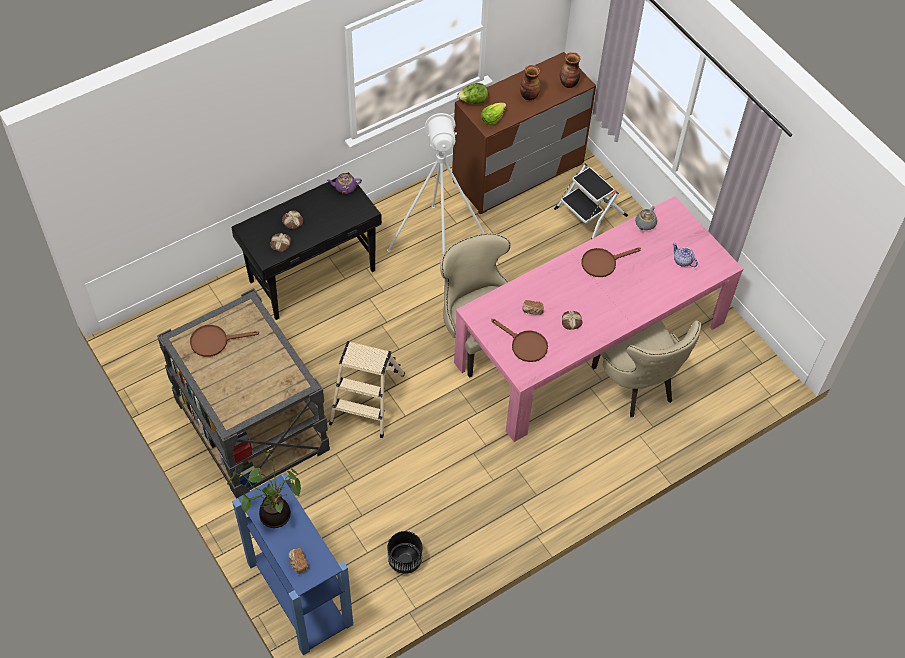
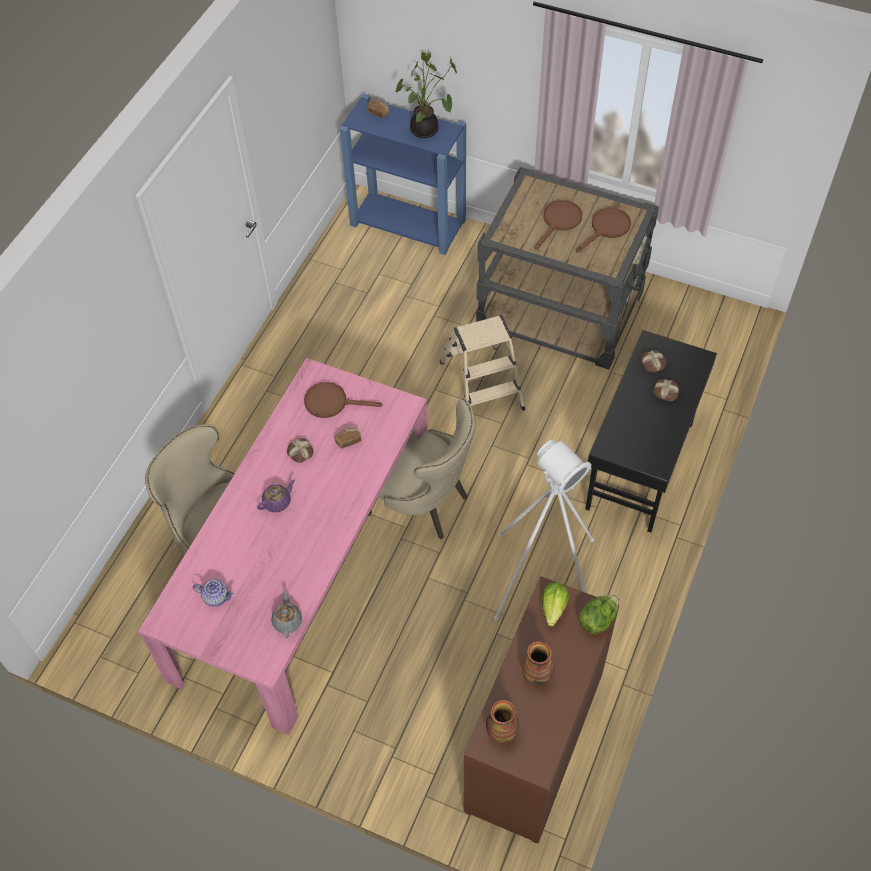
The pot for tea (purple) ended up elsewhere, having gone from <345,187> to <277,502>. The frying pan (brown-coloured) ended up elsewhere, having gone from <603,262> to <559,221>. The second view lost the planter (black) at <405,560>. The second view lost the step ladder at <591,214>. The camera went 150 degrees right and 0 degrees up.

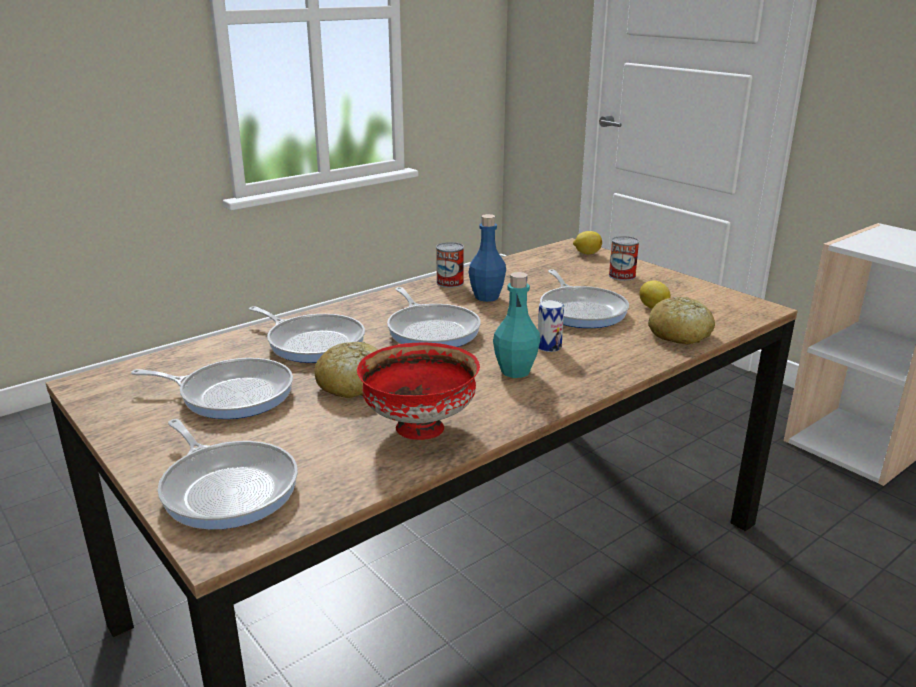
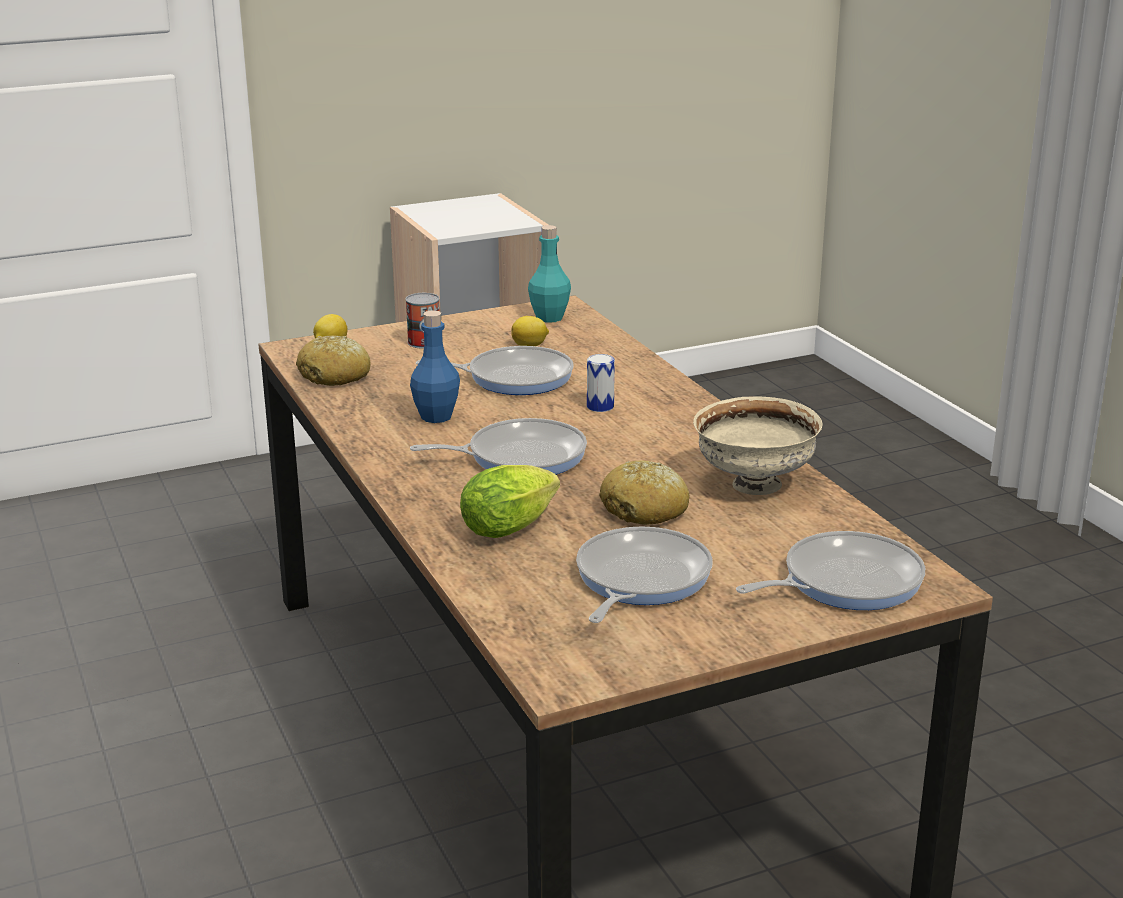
The bakery bread ended up elsewhere, having gone from <679,334> to <335,376>. Where the frying pan stood at <313,342>, the lettuce came to stand at <513,526>. The beverage bottle (turquoise-coloured) ended up elsewhere, having gone from <515,371> to <549,318>. What was the serving bowl (red) at <418,427> turned into the serving bowl (beige) at <754,486>. The second view lost the can at <450,282>. The camera went 75 degrees left and 0 degrees up.

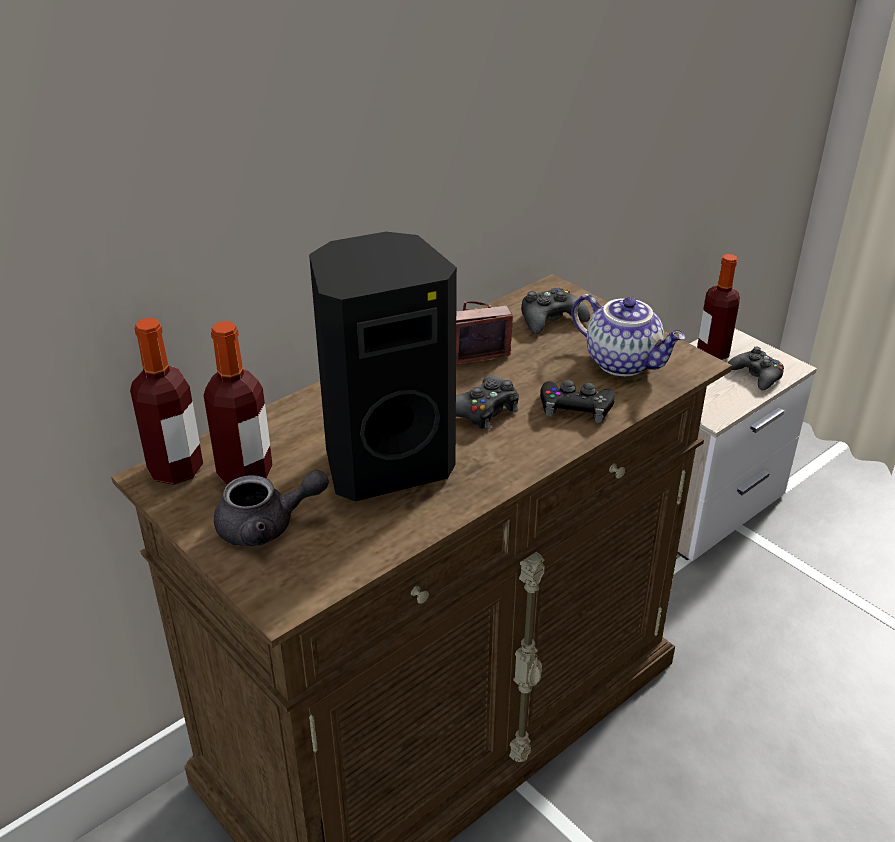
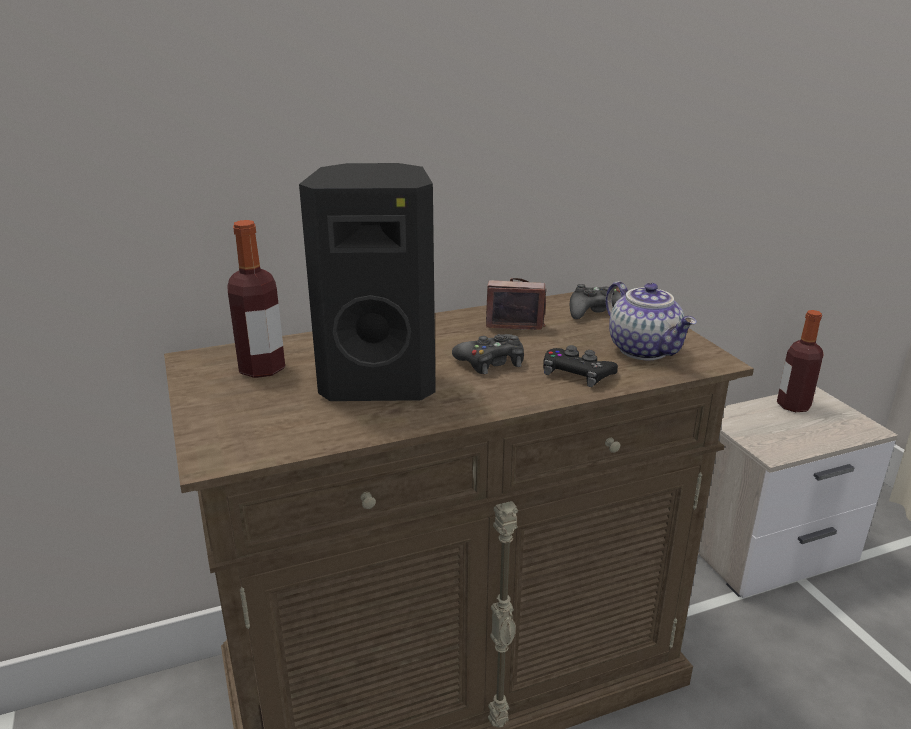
The second view lost the beverage bottle at <176,469>. The second view lost the pot for tea (greyish) at <267,526>. The second view lost the joypad (black) at <756,375>. The camera went 20 degrees right and 10 degrees down.

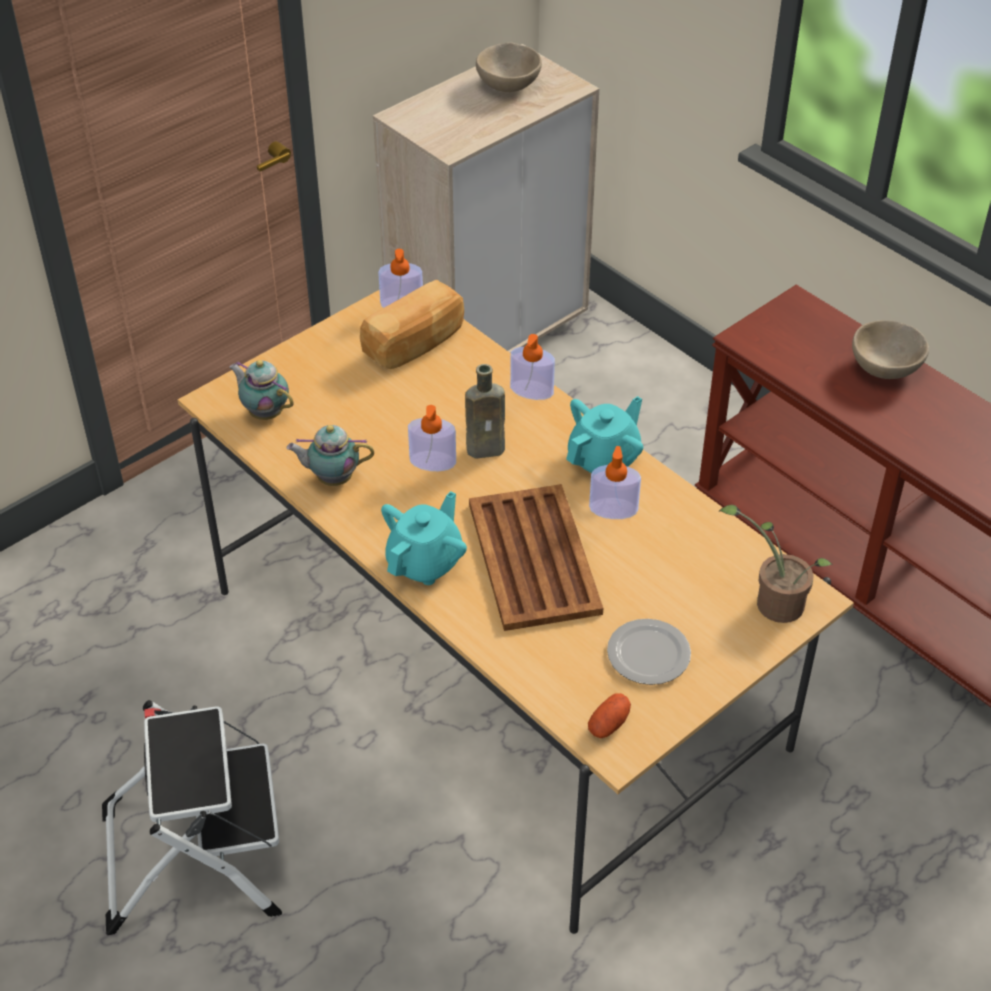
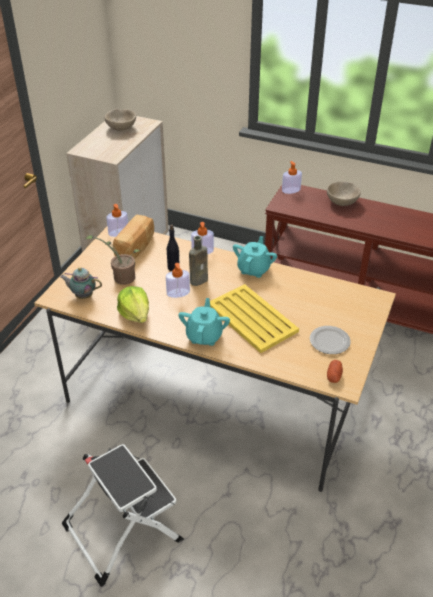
The houseplant ended up elsewhere, having gone from <773,601> to <121,277>. Where the pot for tea stood at <332,478>, the lettuce came to stand at <135,314>. The second view gained the beverage bottle (black) at <173,267>. What was the serving tray (brown-coloured) at <533,559> turned into the serving tray (yellow) at <252,319>. The soap dispenser ended up elsewhere, having gone from <613,509> to <291,190>. The camera went 25 degrees left and 5 degrees down.

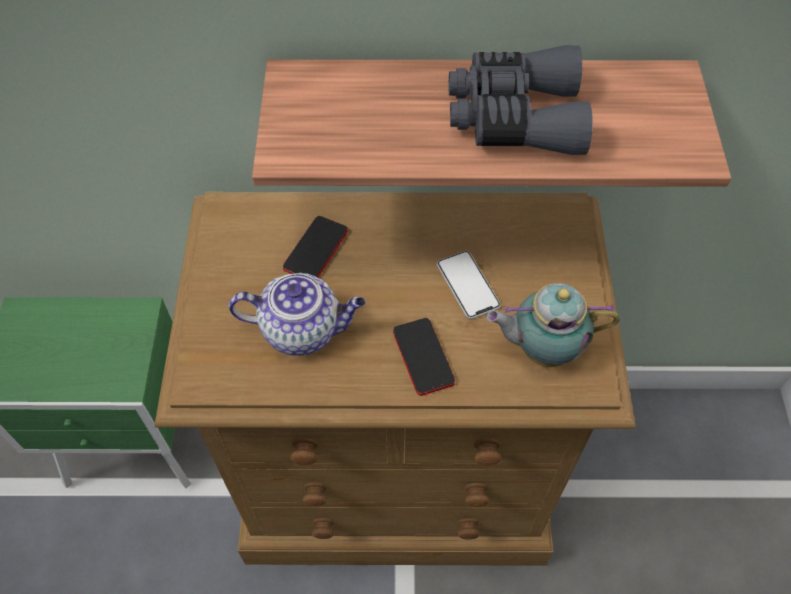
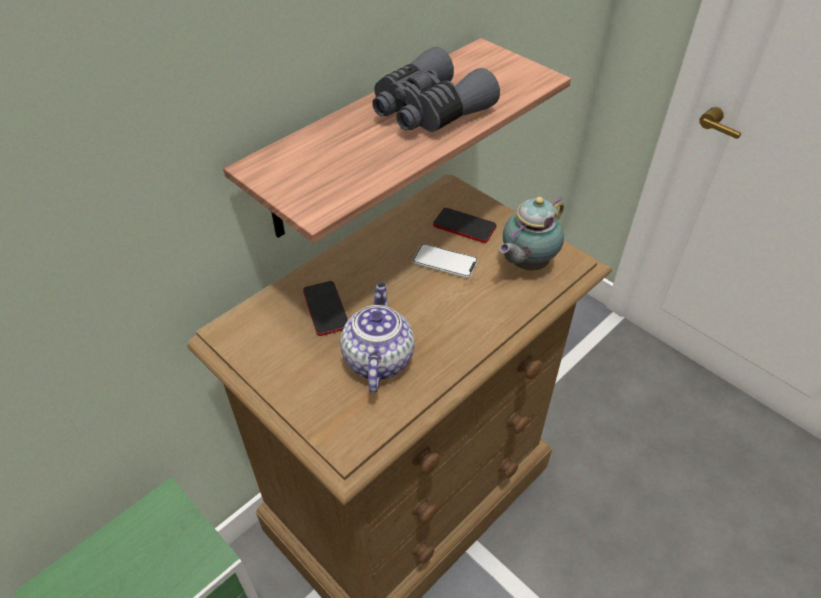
The pot for tea at <303,329> ended up facing another way, 45 degrees counterclockwise from before. The telephone ended up elsewhere, having gone from <423,357> to <464,226>. The camera went 45 degrees left and 10 degrees down.

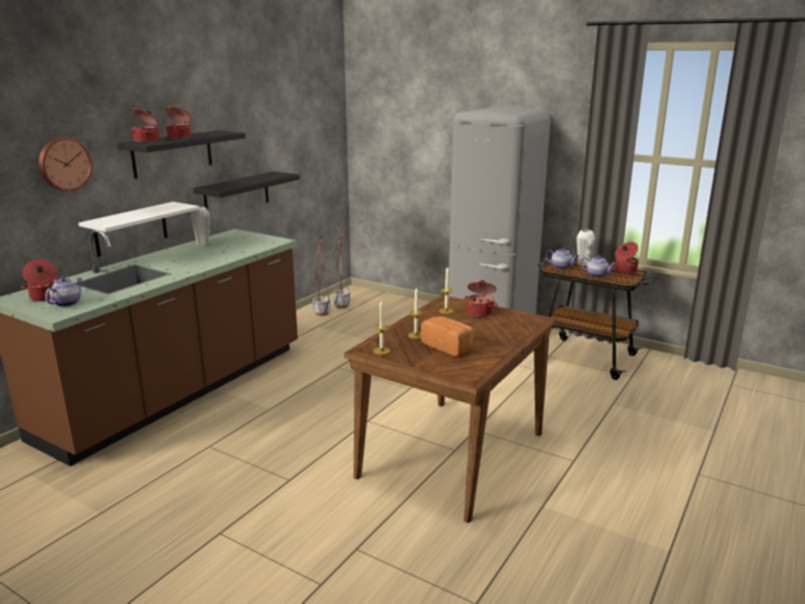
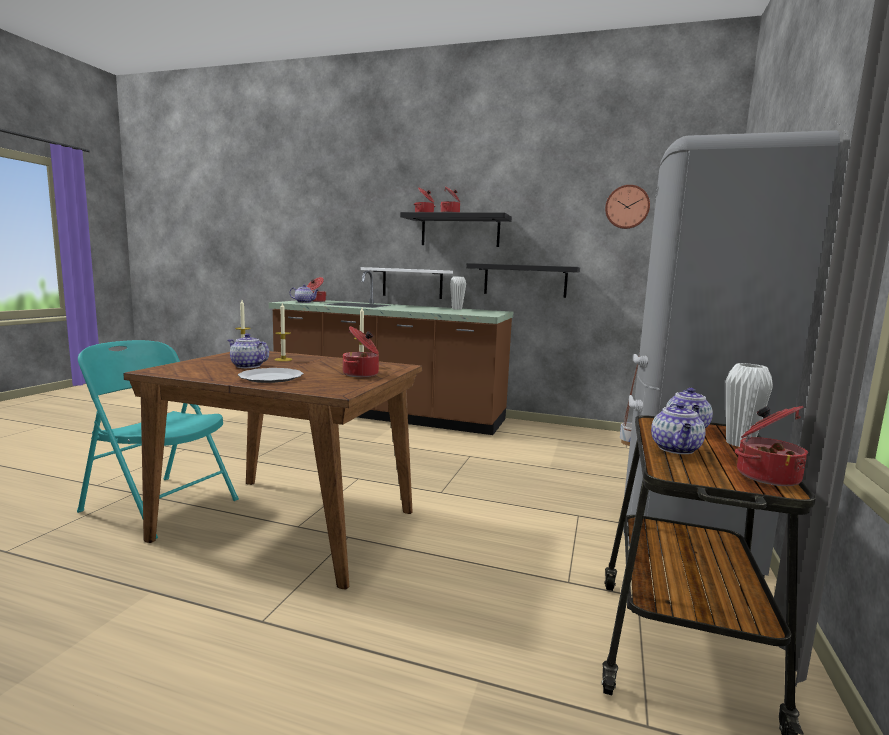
The second view gained the upright chair (turquoise-coloured) at <161,505>. Where the bakery bread stood at <448,346>, the pot for tea came to stand at <247,366>. The second view gained the plate at <270,378>. The hanging clock ended up elsewhere, having gone from <64,164> to <627,207>. The second view lost the planter at <322,313>. The camera went 75 degrees right and 10 degrees down.

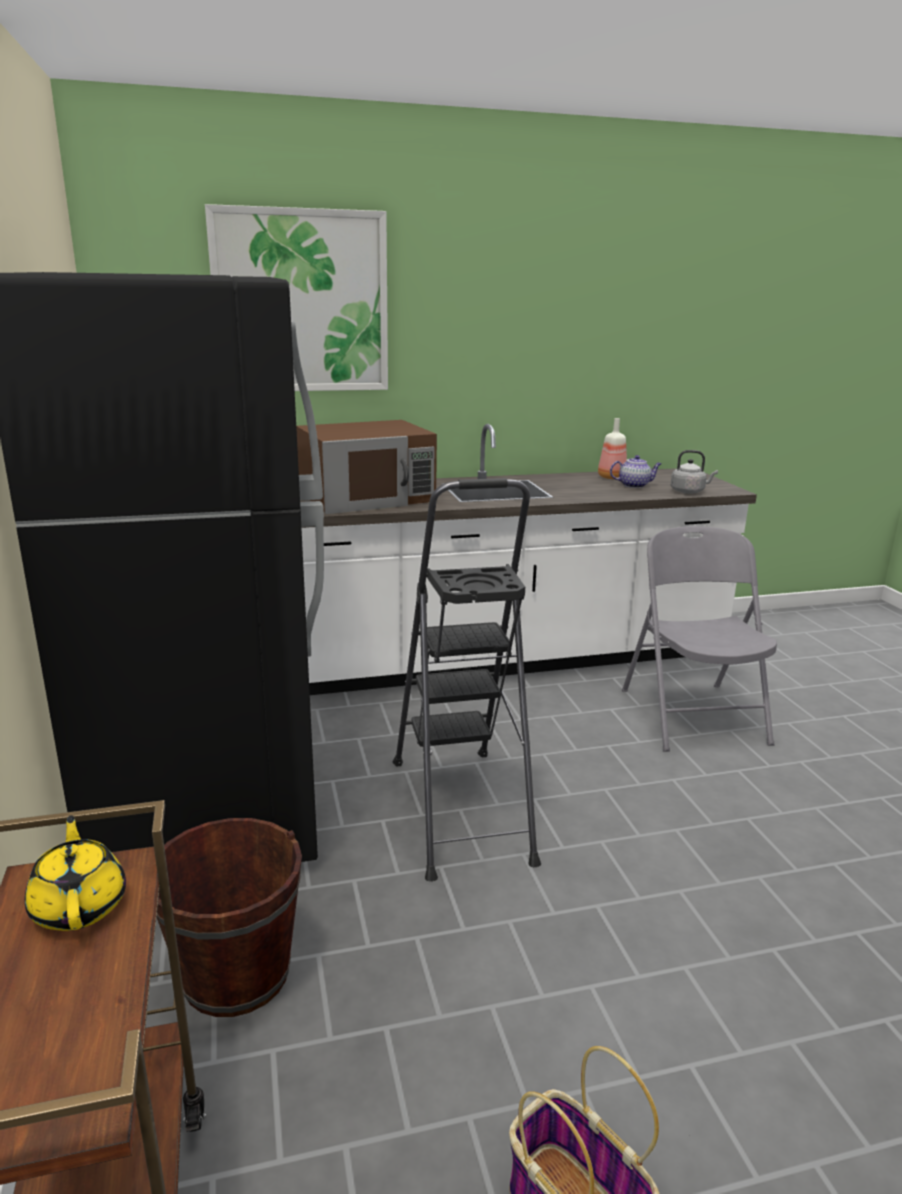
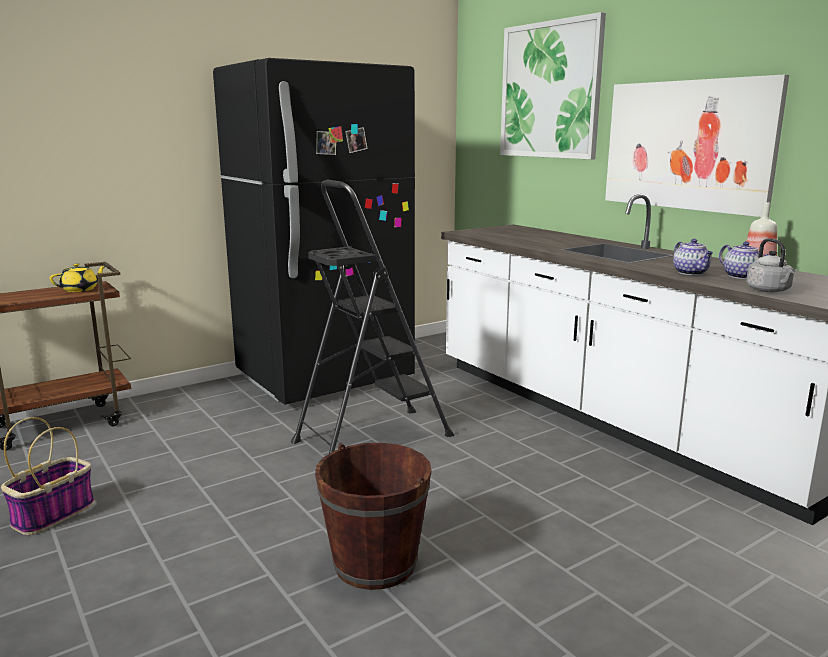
The bucket (brown-coloured) ended up elsewhere, having gone from <236,974> to <375,564>. The second view gained the wall art at <687,145>. The second view gained the pot for tea at <691,273>. The second view lost the microwave oven (brown-coloured) at <367,496>. The second view lost the upright chair (greyish) at <693,716>. The camera went 70 degrees right and 5 degrees down.

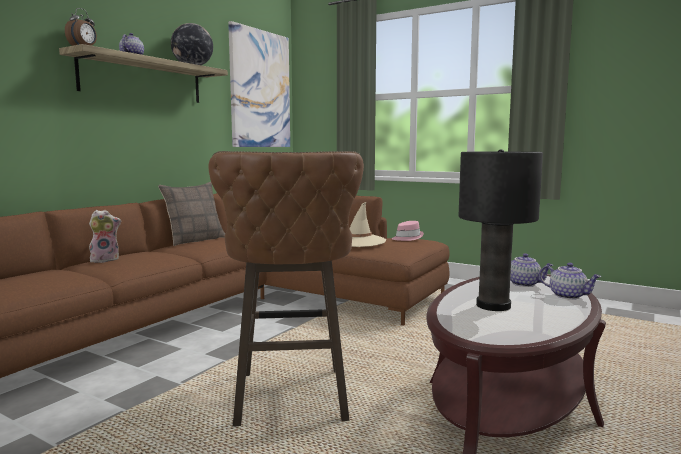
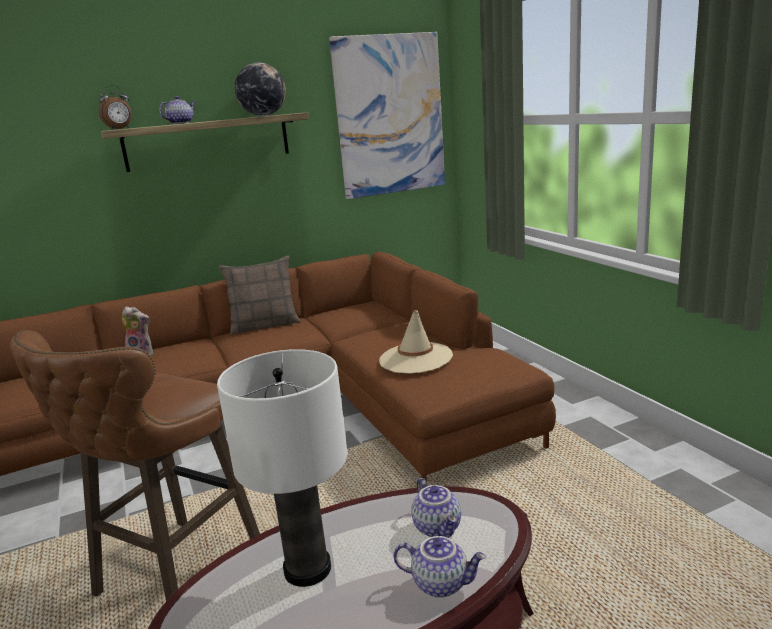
What was the lamp for a table (black) at <493,305> turned into the lamp for a table (whitish) at <308,569>. The pot for tea at <568,296> ended up facing another way, 60 degrees counterclockwise from before. The second view lost the wearable hat (pinkish) at <407,238>. The camera went 35 degrees right and 10 degrees up.

